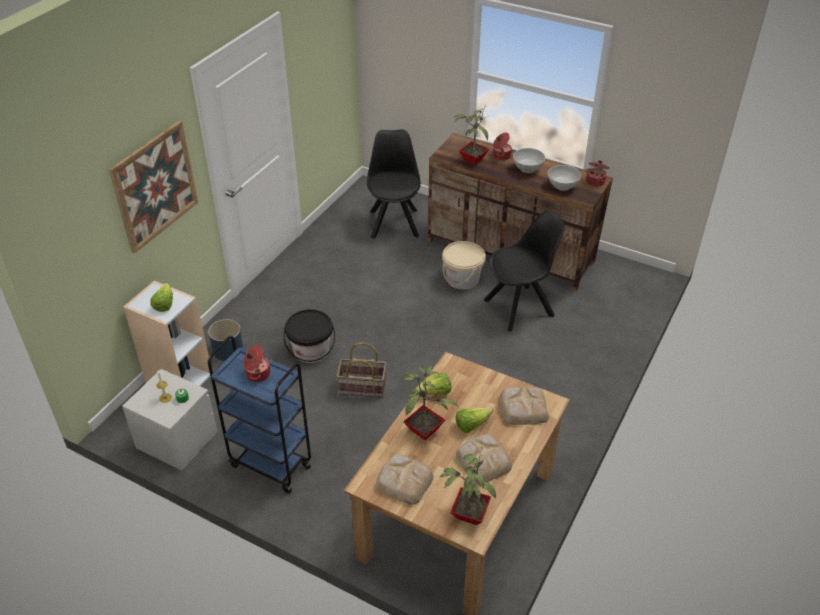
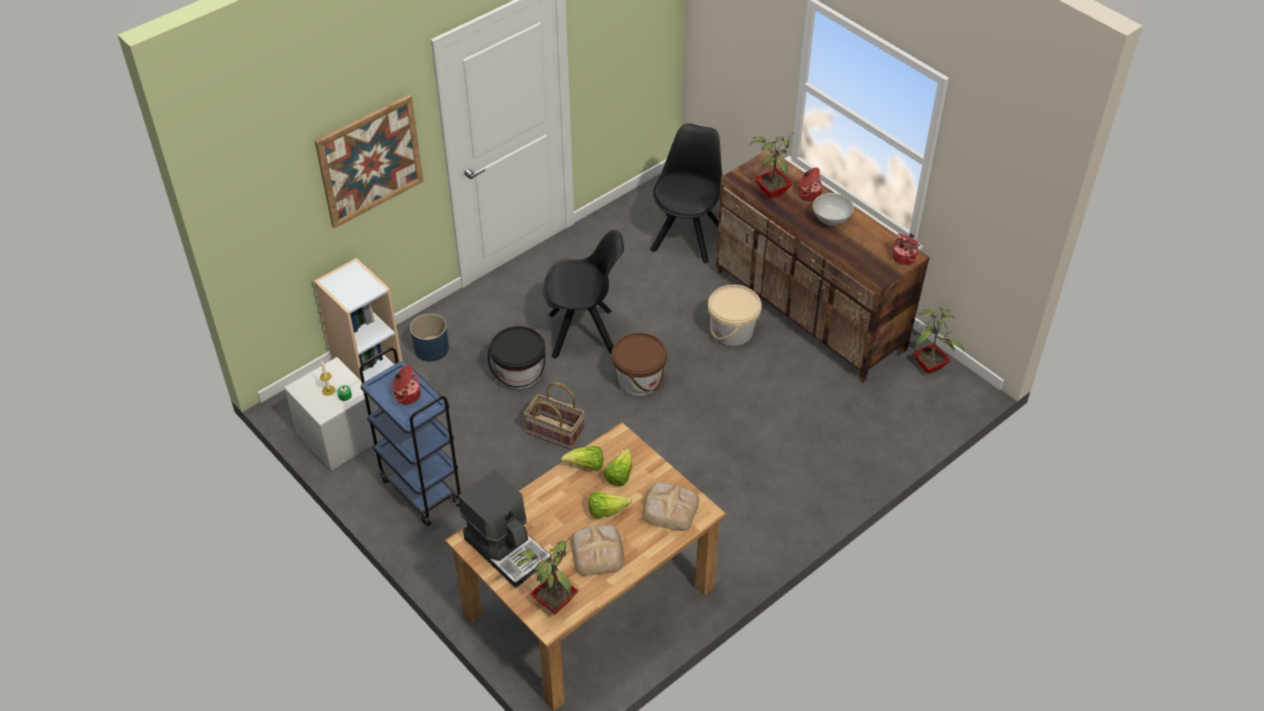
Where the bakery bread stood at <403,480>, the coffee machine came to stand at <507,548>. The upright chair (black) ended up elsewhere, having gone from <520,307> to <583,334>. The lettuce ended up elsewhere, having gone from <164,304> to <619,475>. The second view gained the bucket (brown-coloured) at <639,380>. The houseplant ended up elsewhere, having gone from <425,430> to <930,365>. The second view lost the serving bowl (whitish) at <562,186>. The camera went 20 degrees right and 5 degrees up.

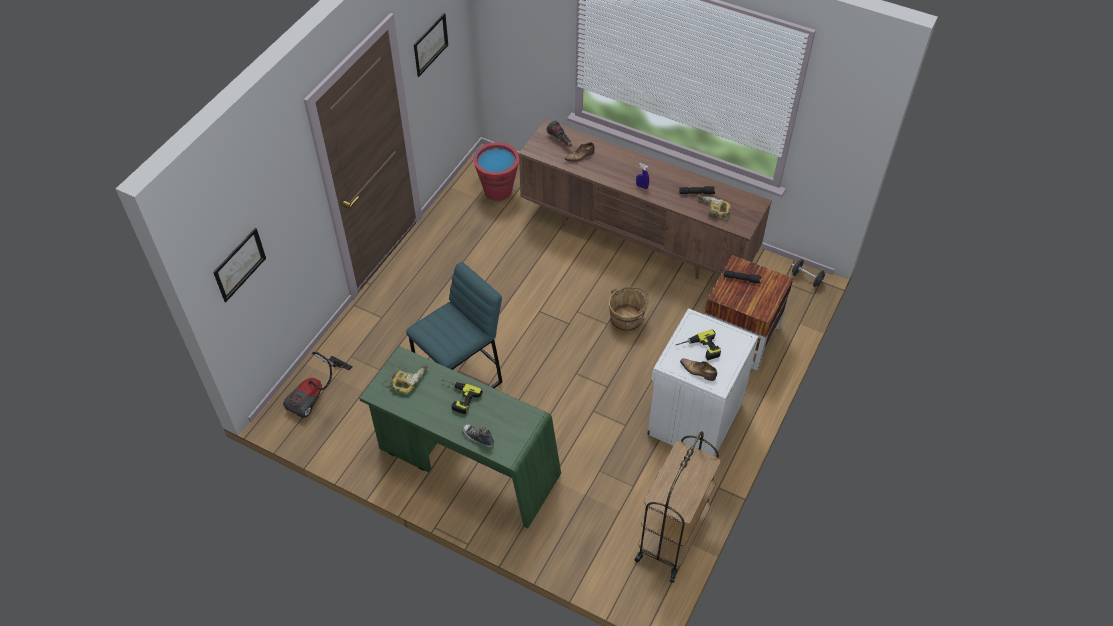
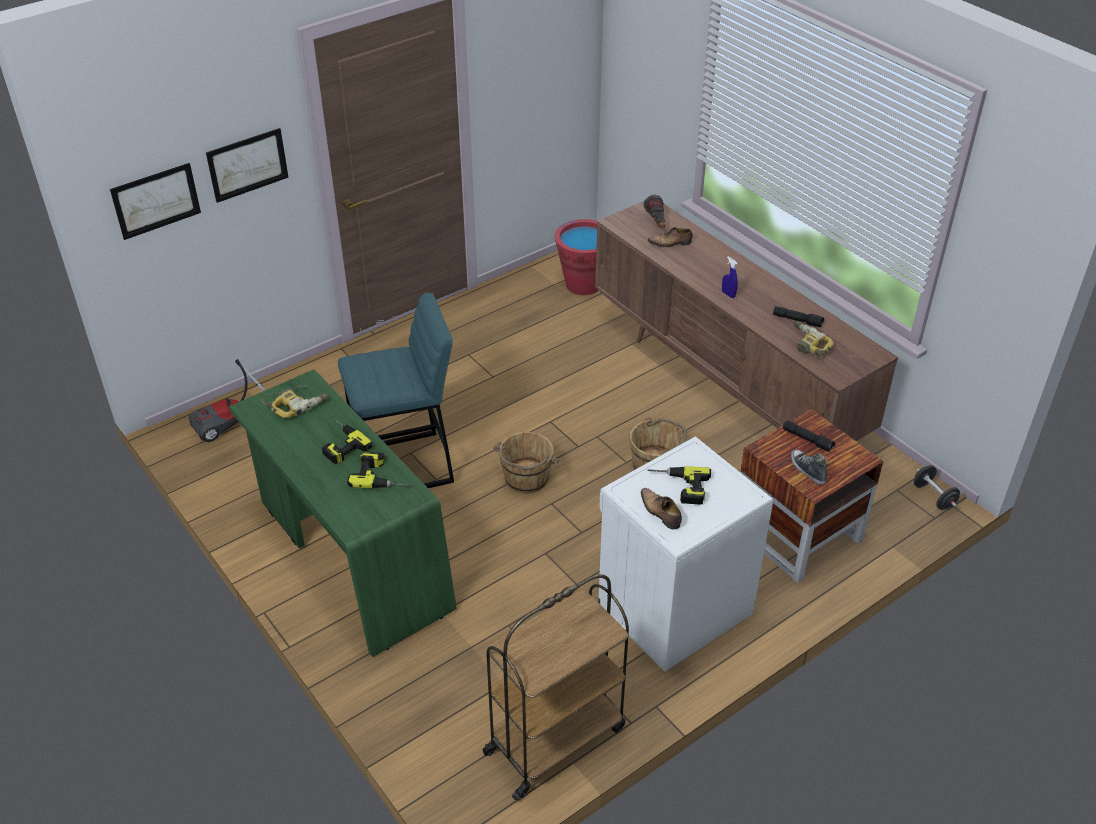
The wall art ended up elsewhere, having gone from <430,44> to <247,164>. The second view gained the power drill at <382,476>. The second view gained the bucket (brown-coloured) at <526,478>. The item of footwear ended up elsewhere, having gone from <478,437> to <807,470>. The camera went 25 degrees right and 10 degrees down.

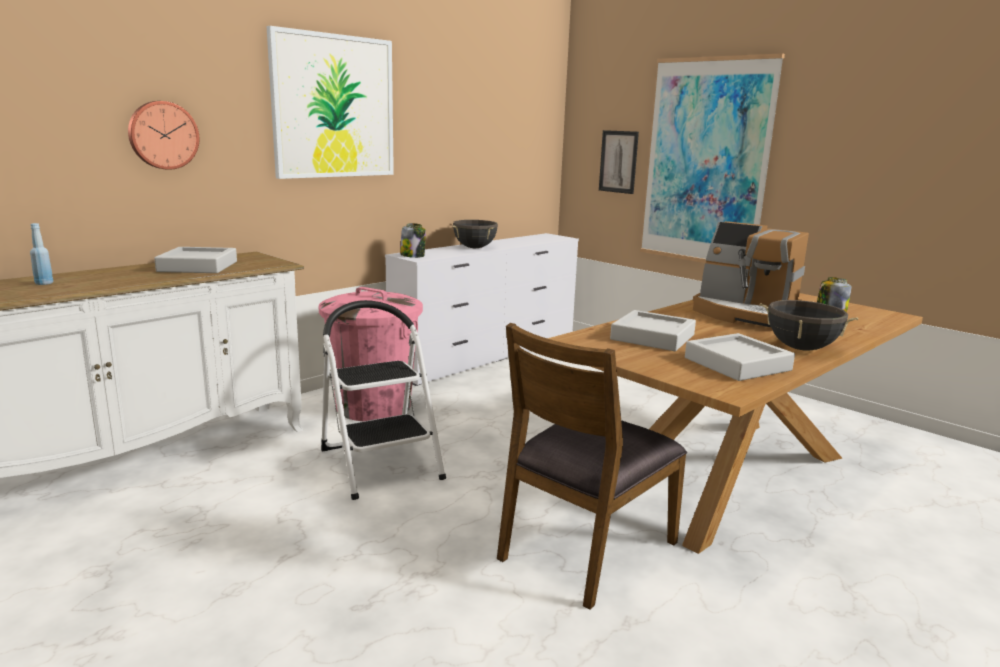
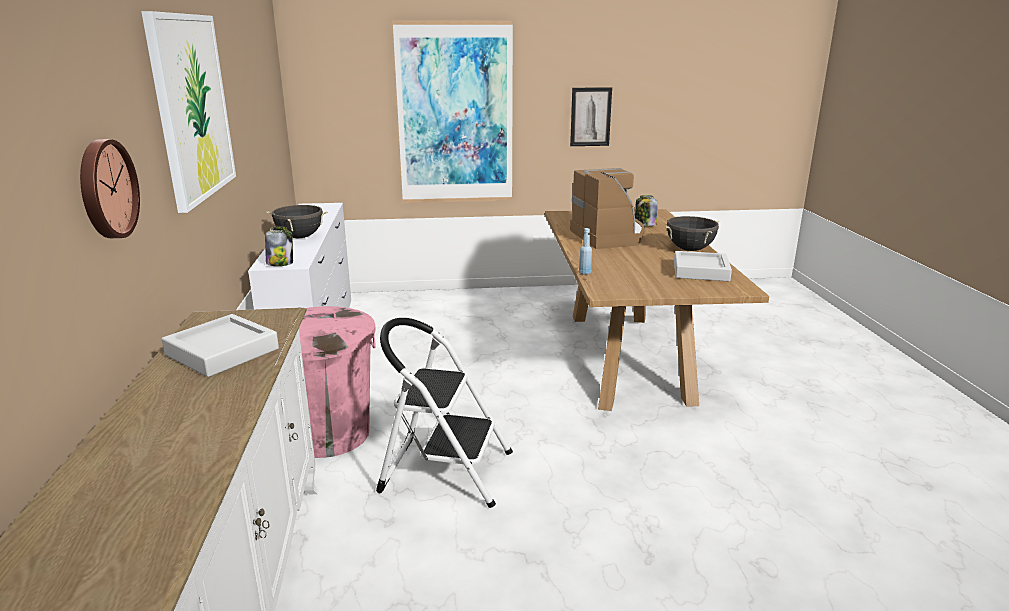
The wall art ended up elsewhere, having gone from <618,161> to <590,117>. The coffee machine at <745,314> ended up facing another way, 90 degrees counterclockwise from before. The beverage bottle (blue-coloured) ended up elsewhere, having gone from <44,283> to <584,273>. The second view lost the upright chair (brown-coloured) at <585,549>. The second view lost the serving tray (greyish) at <652,337>. The camera went 50 degrees left and 5 degrees up.

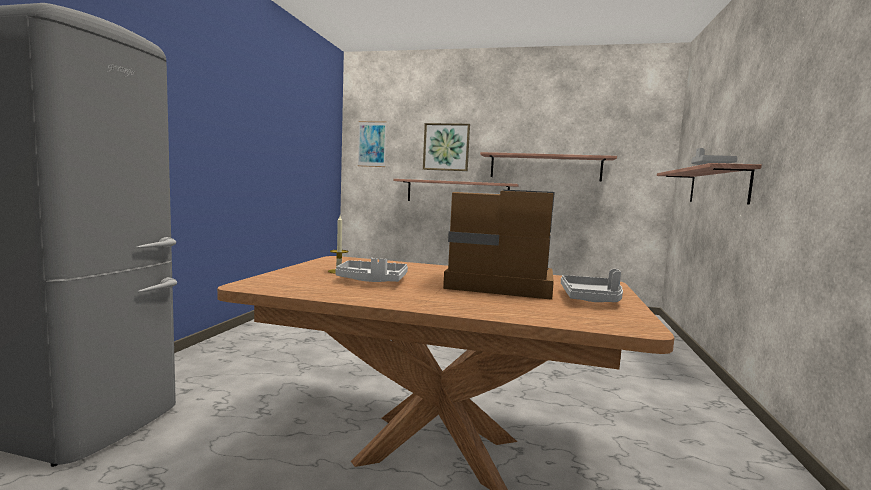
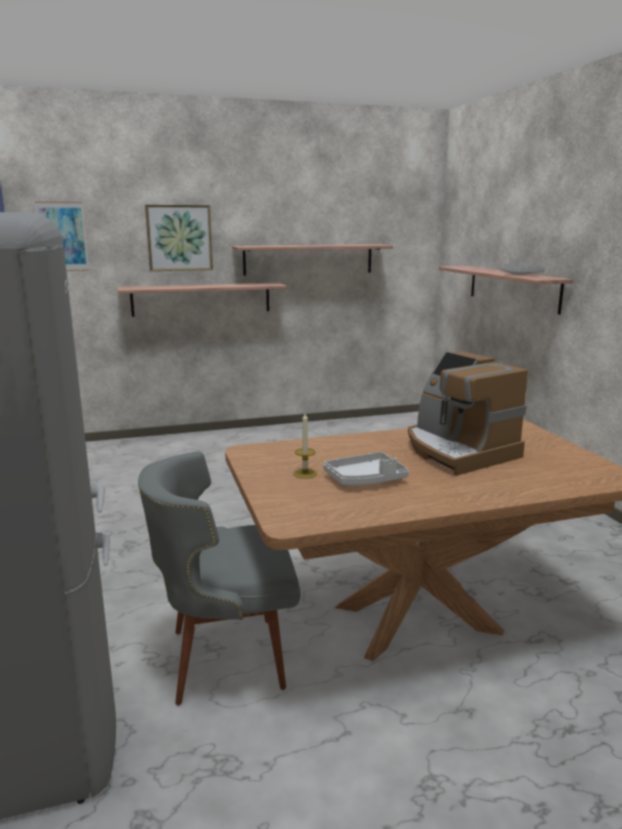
The second view gained the upright chair (greyish) at <228,659>. The coffee machine at <498,284> ended up facing another way, 105 degrees counterclockwise from before. The second view lost the serving tray (greyish) at <591,299>. The camera went 30 degrees left and 10 degrees up.

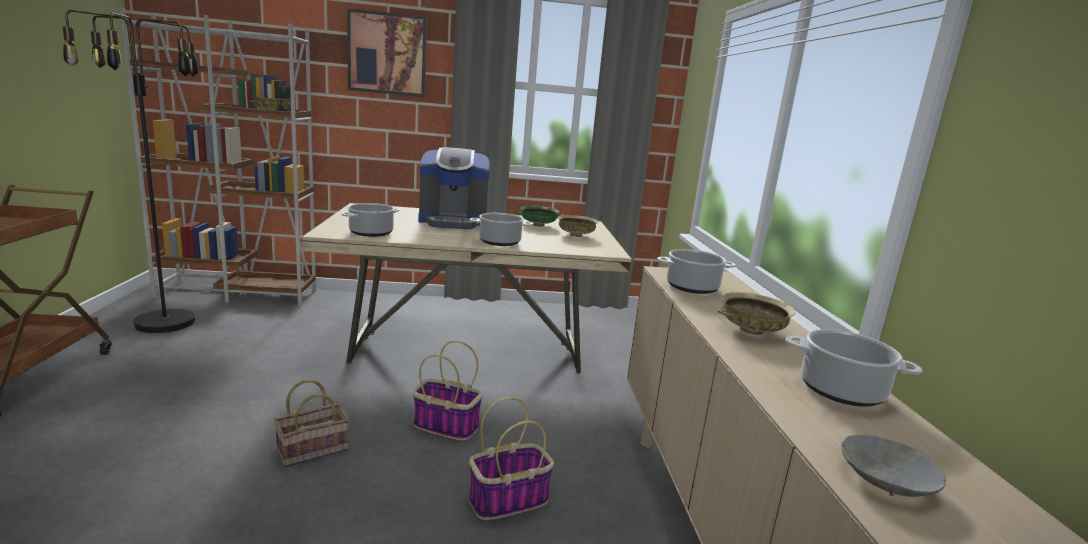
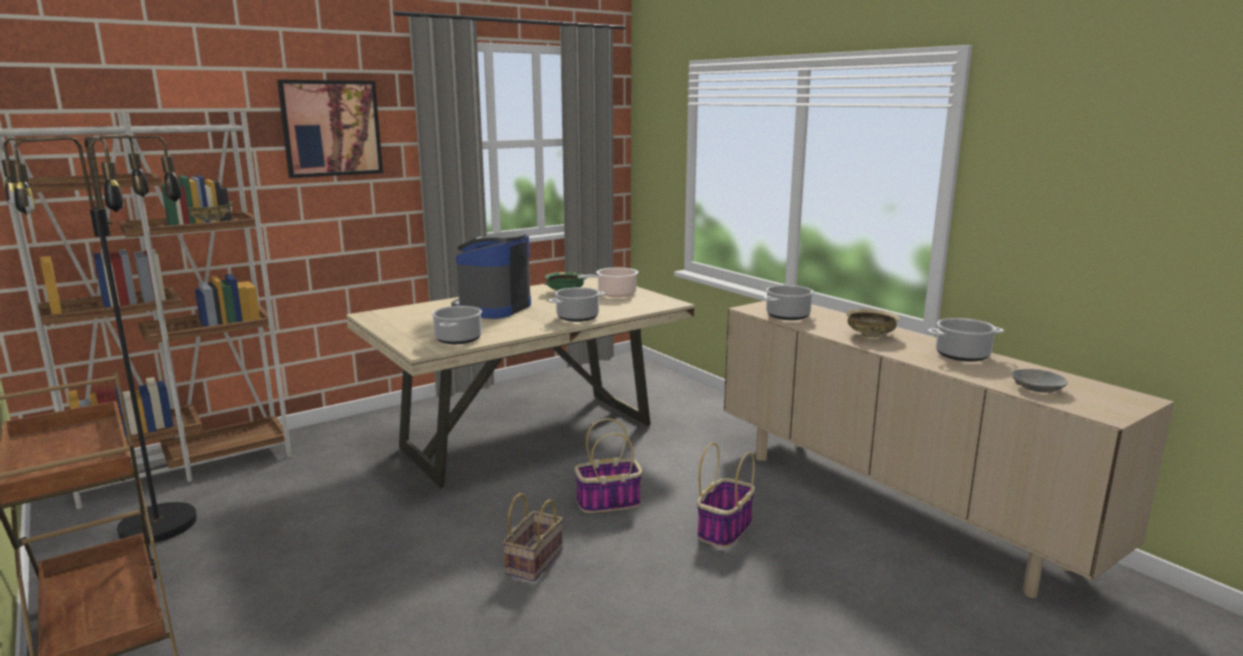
The coffee machine at <453,221> ended up facing another way, 150 degrees clockwise from before. Where the serving bowl (beige) stood at <576,235>, the cooking pot came to stand at <614,294>. The camera went 30 degrees left and 0 degrees up.

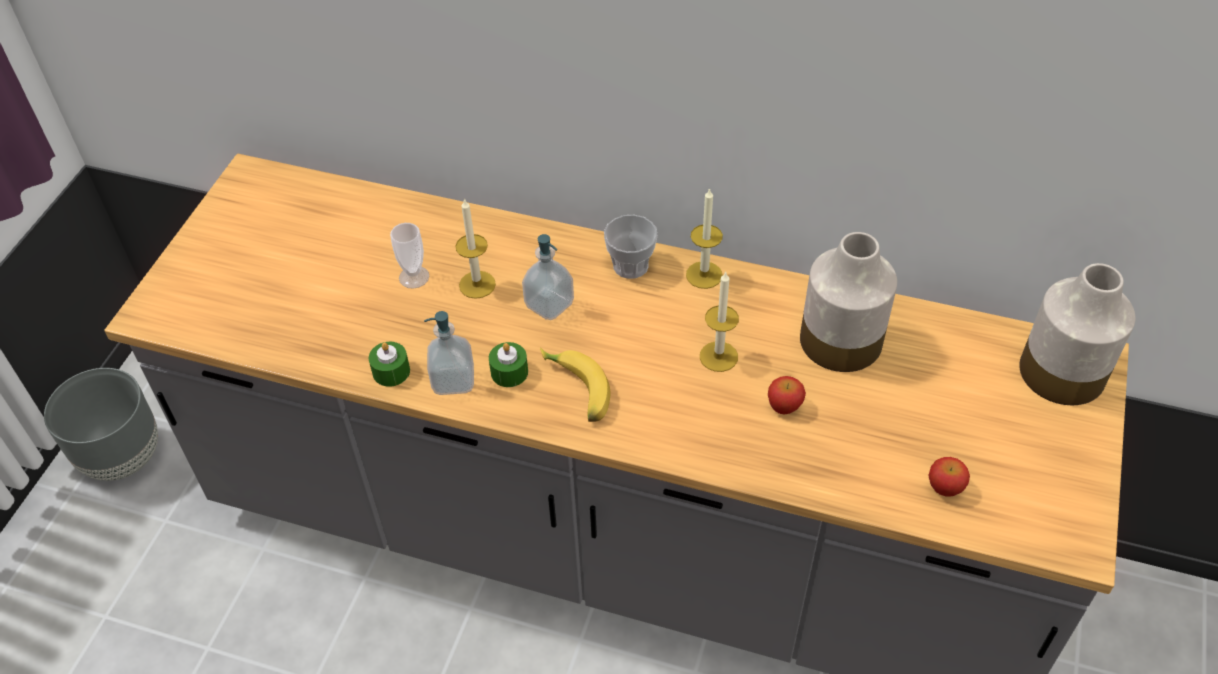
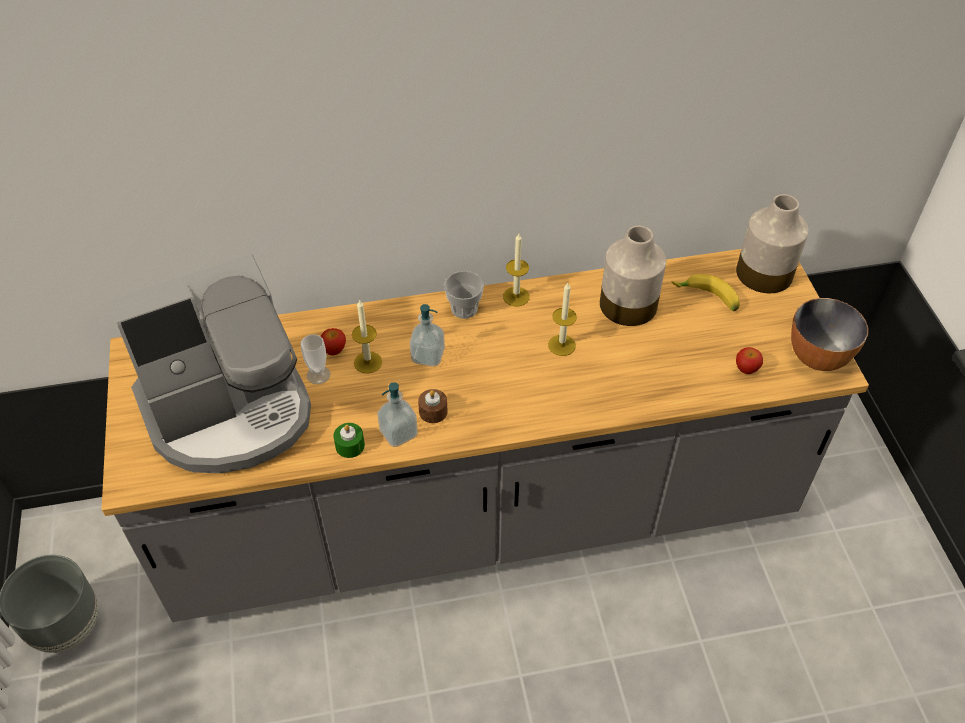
The second view gained the coffee machine at <230,411>. The whole apple ended up elsewhere, having gone from <784,406> to <334,349>. What was the wax candle (green-coloured) at <509,372> turned into the wax candle (brown-coloured) at <433,411>. The banana ended up elsewhere, having gone from <575,390> to <706,299>. The second view gained the serving bowl at <817,357>. The camera went 30 degrees left and 0 degrees up.

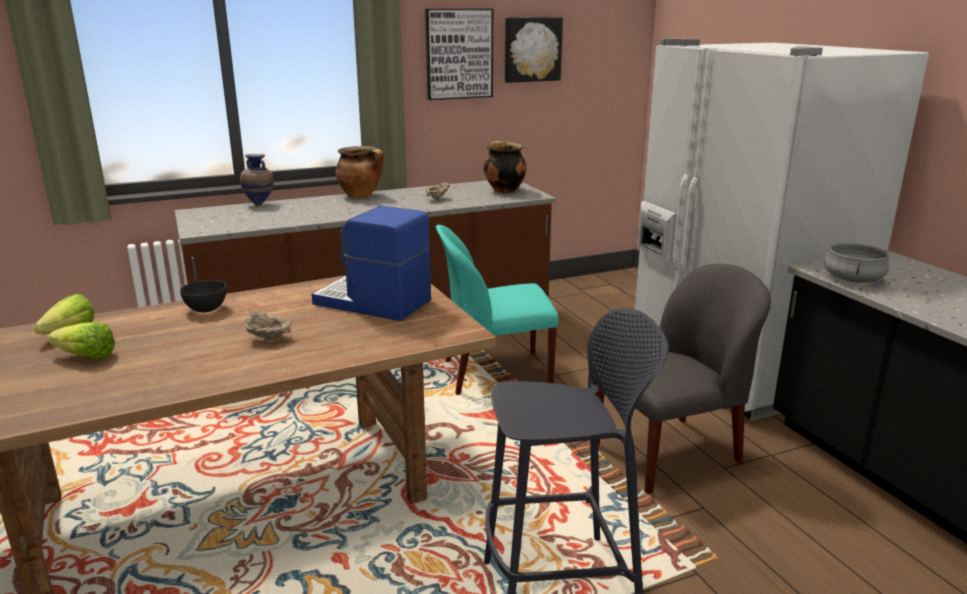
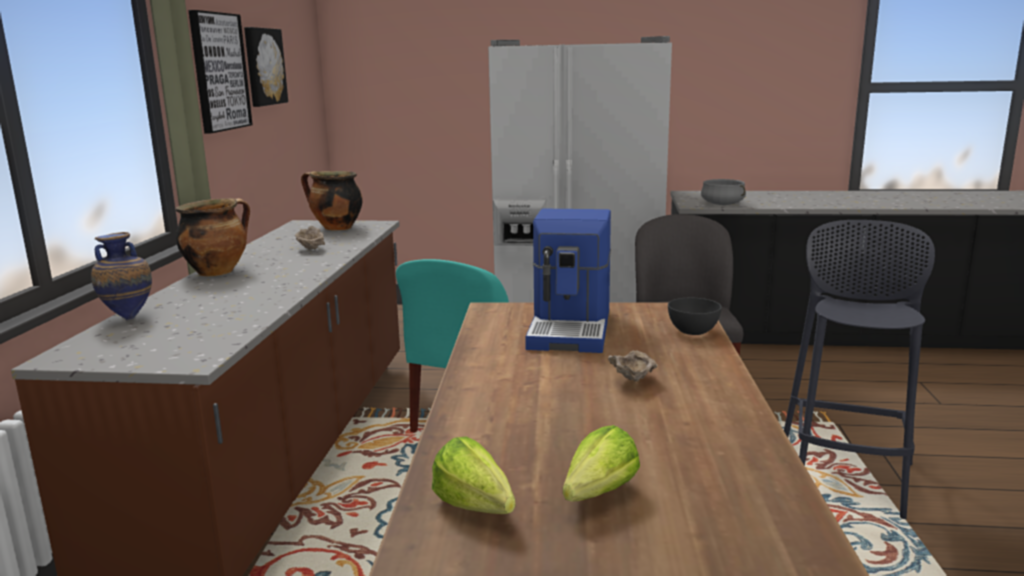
The coffee machine at <372,303> ended up facing another way, 45 degrees counterclockwise from before. The serving bowl (greyish) ended up elsewhere, having gone from <206,309> to <693,332>. The camera went 60 degrees left and 5 degrees down.

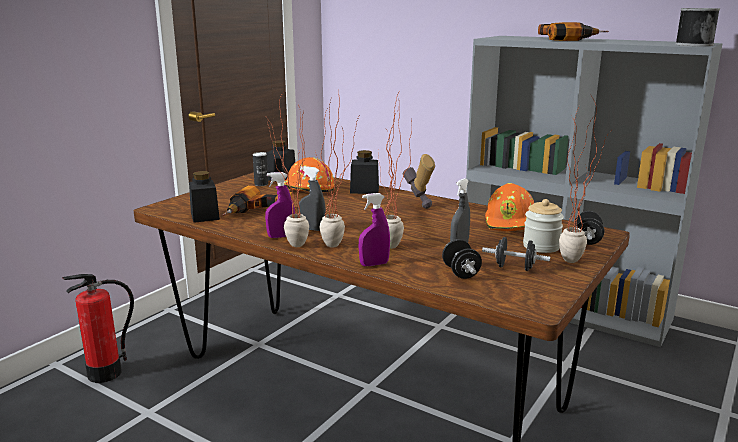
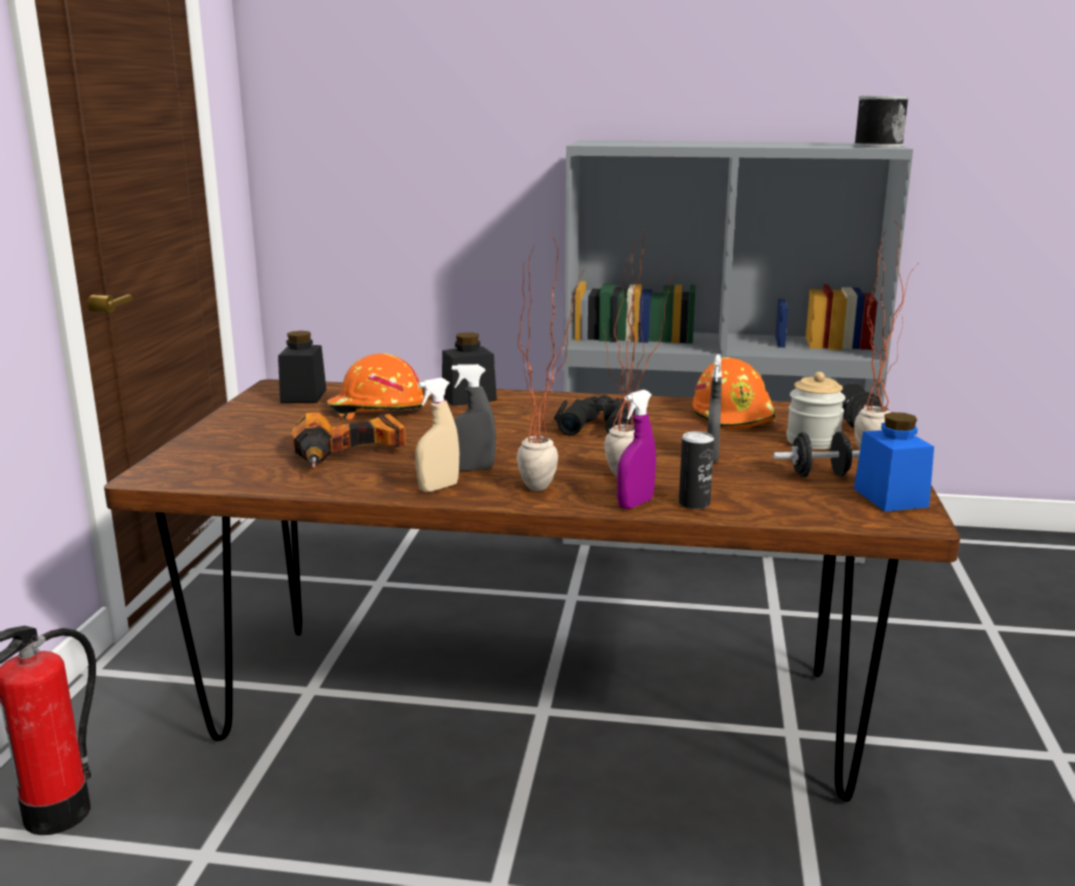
What was the spray bottle (purple) at <281,236> turned into the spray bottle (beige) at <438,488>. Where the hand hammer stood at <417,216>, the pair of binoculars (black) came to stand at <599,426>. The can ended up elsewhere, having gone from <261,184> to <694,503>. The second view gained the preserve jar (blue-coloured) at <890,497>. The second view lost the preserve jar (black) at <205,216>. The second view lost the houseplant at <289,246>. The second view lost the dumbbell (black) at <460,273>. The second view lost the power drill at <566,39>. The camera went 25 degrees left and 0 degrees up.

